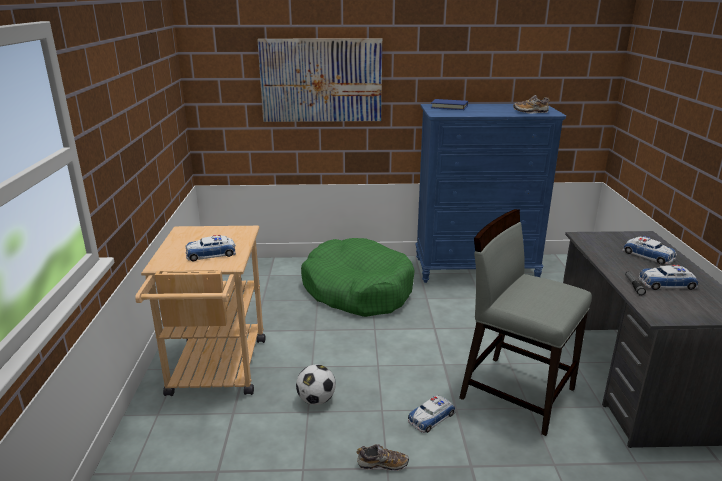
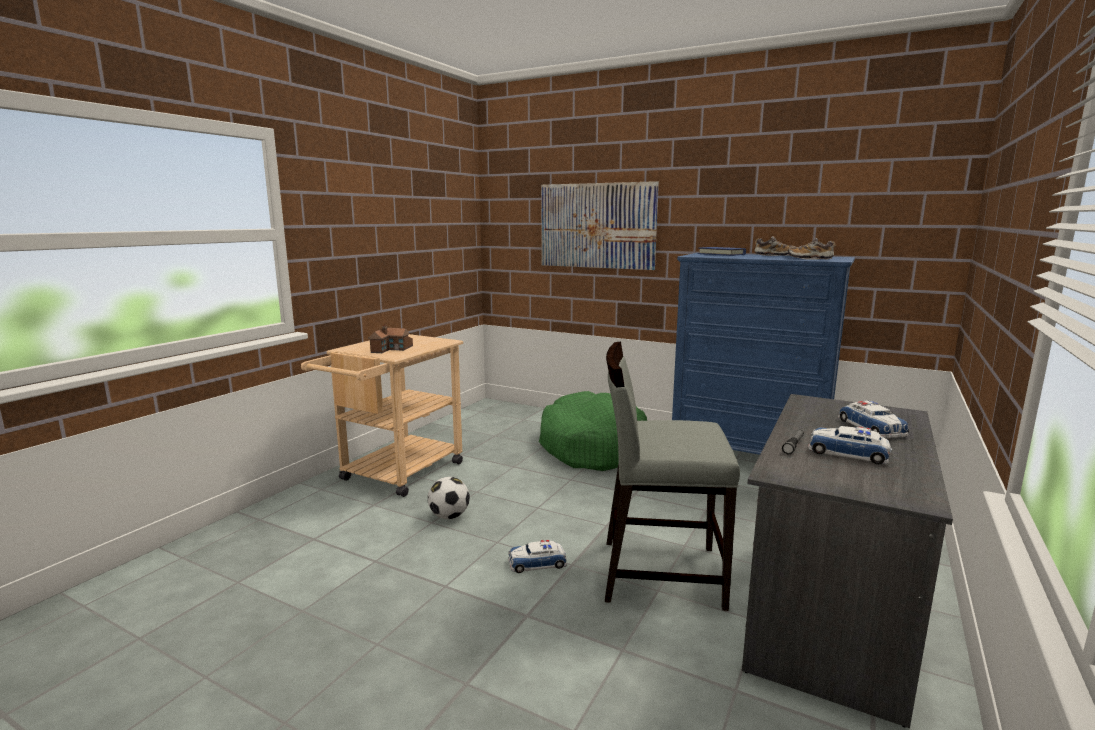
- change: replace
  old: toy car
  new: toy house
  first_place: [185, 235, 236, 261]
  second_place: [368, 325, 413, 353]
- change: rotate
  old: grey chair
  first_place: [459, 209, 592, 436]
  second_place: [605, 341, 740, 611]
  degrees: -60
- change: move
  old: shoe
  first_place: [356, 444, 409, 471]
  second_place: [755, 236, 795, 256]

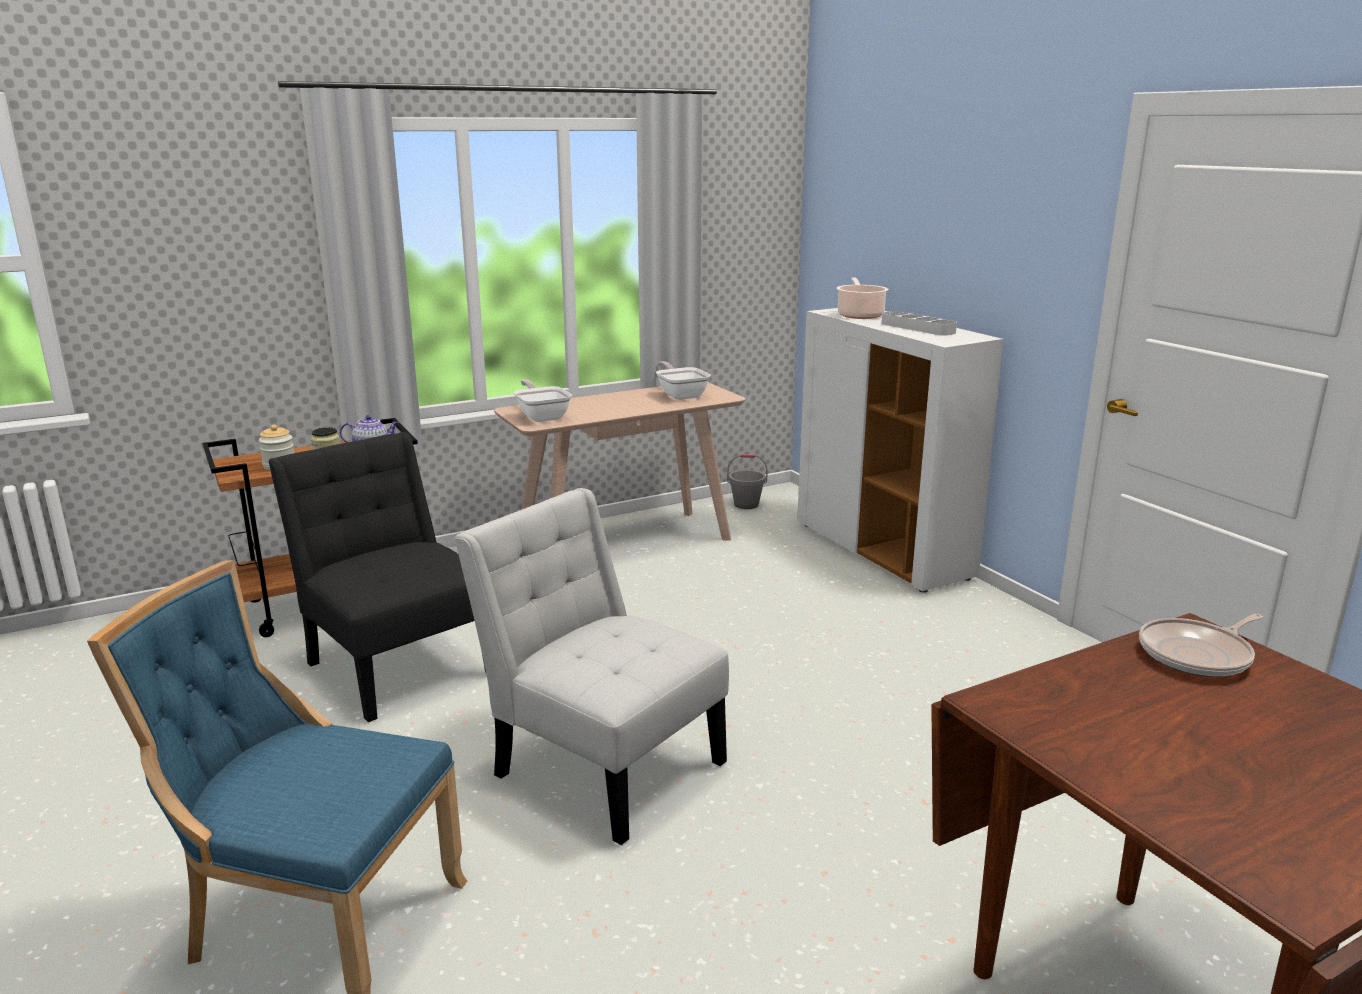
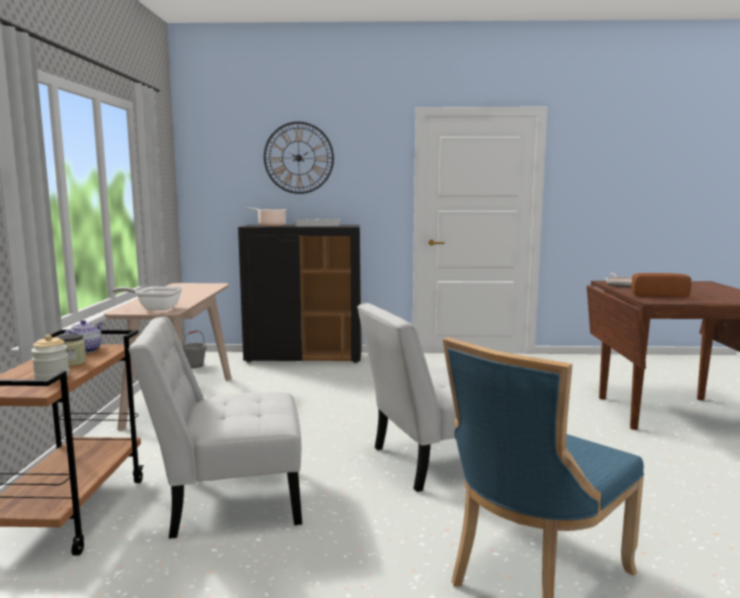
- change: recolor
  old: black chair
  new: white chair
  first_place: [268, 432, 486, 722]
  second_place: [128, 317, 302, 539]
- change: recolor
  old: white cabinet
  new: black cabinet
  first_place: [797, 308, 1003, 593]
  second_place: [238, 225, 362, 363]
- change: insert
  new: wall clock
  second_place: [264, 122, 334, 194]
- change: insert
  new: bread
  second_place: [631, 273, 692, 297]
- change: delete
  old: frying pan
  first_place: [656, 361, 711, 400]

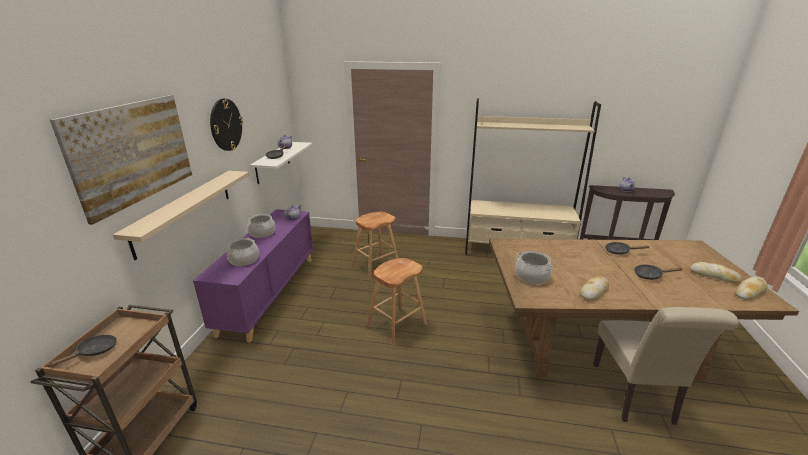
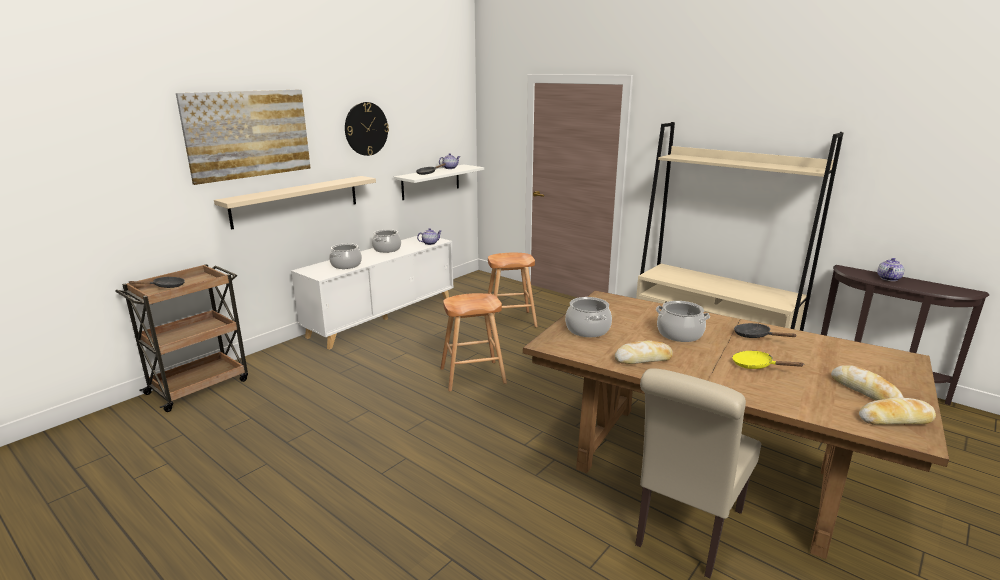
- change: recolor
  old: purple cabinet
  new: white cabinet
  first_place: [193, 209, 313, 343]
  second_place: [291, 235, 454, 350]
- change: insert
  new: cooking pot
  second_place: [656, 301, 710, 342]
- change: recolor
  old: black frying pan
  new: yellow frying pan
  first_place: [634, 265, 682, 280]
  second_place: [732, 351, 805, 369]

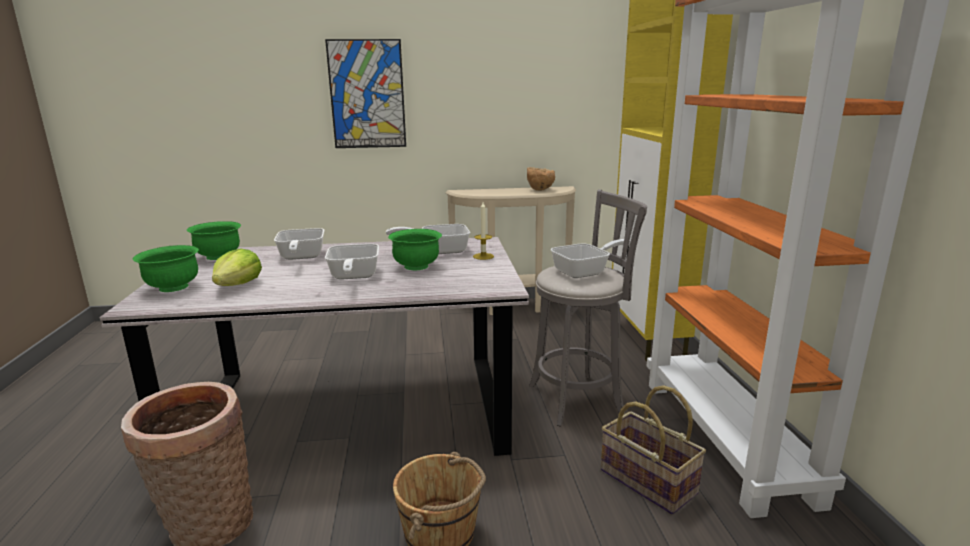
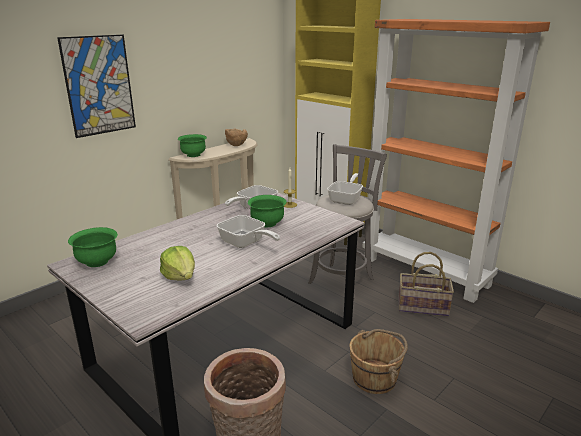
- change: move
  old: green bowl
  first_place: [133, 245, 199, 292]
  second_place: [178, 134, 207, 157]
- change: delete
  old: frying pan
  first_place: [274, 228, 325, 260]

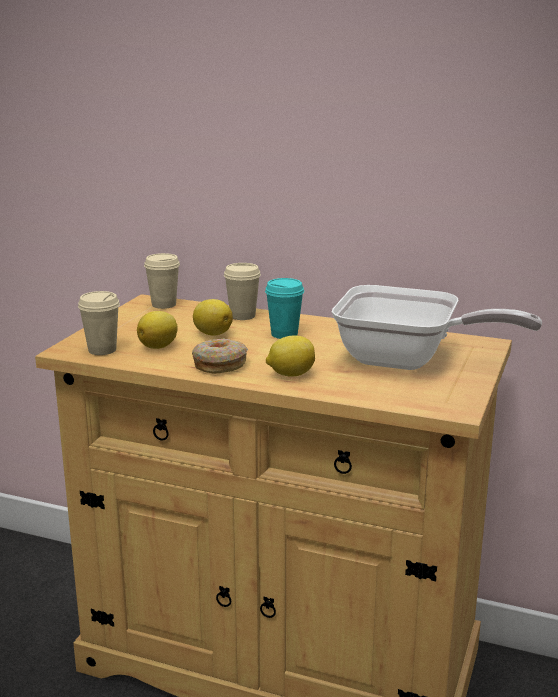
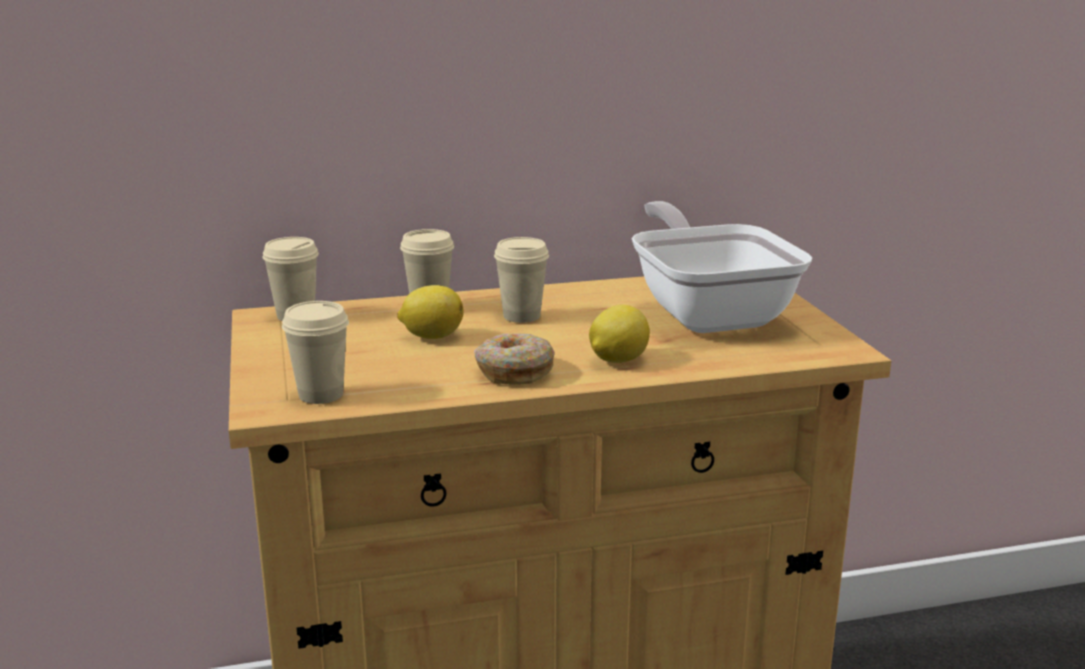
- change: recolor
  old: turquoise cup
  new: beige cup
  first_place: [265, 278, 304, 339]
  second_place: [494, 237, 549, 323]
- change: rotate
  old: frying pan
  first_place: [332, 285, 542, 370]
  second_place: [631, 201, 812, 333]
  degrees: -90
- change: delete
  old: lemon
  first_place: [137, 311, 178, 349]

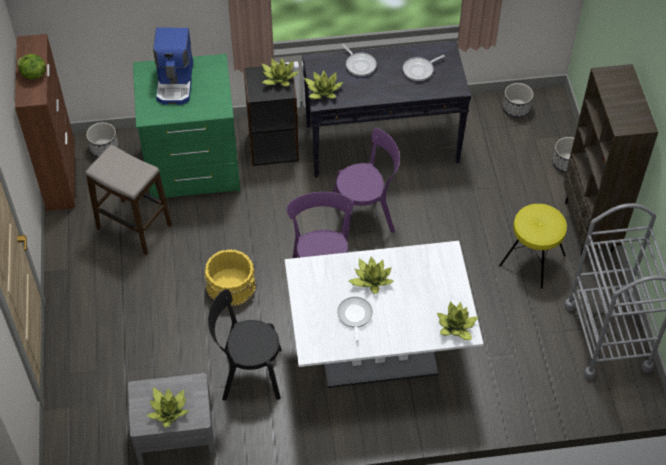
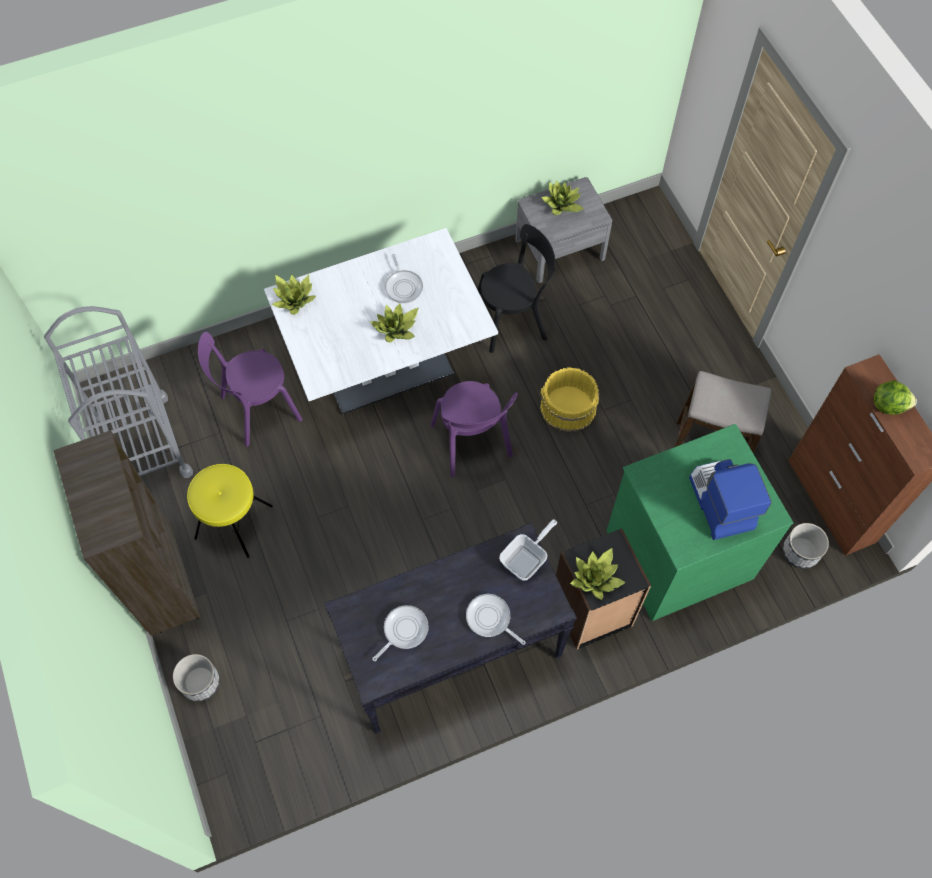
- change: move
  old: purple chair
  first_place: [333, 128, 400, 241]
  second_place: [198, 332, 302, 447]
- change: replace
  old: potted plant
  new: frying pan
  first_place: [304, 70, 343, 99]
  second_place: [499, 519, 557, 581]
- change: delete
  old: planter
  first_place: [502, 83, 534, 118]

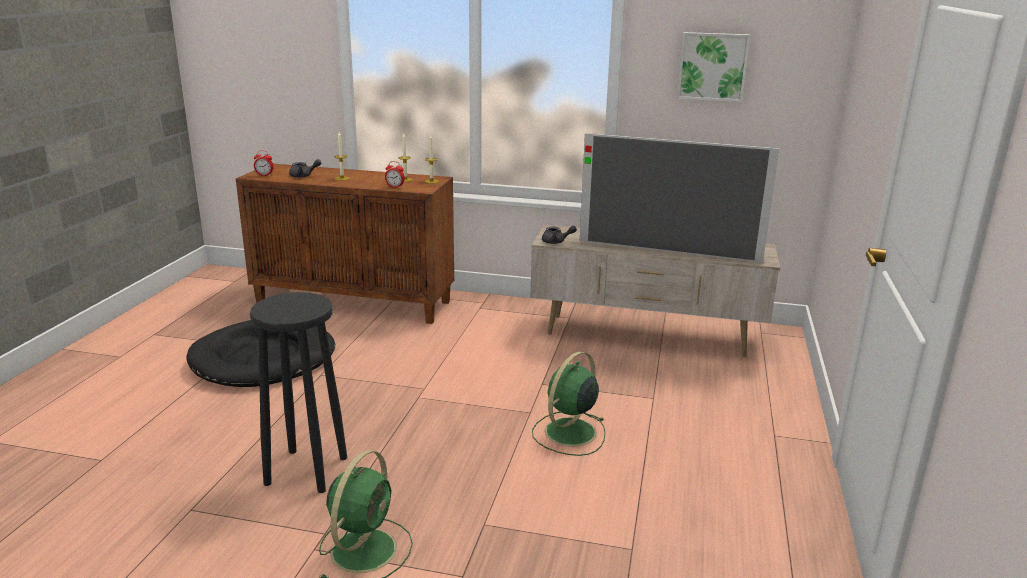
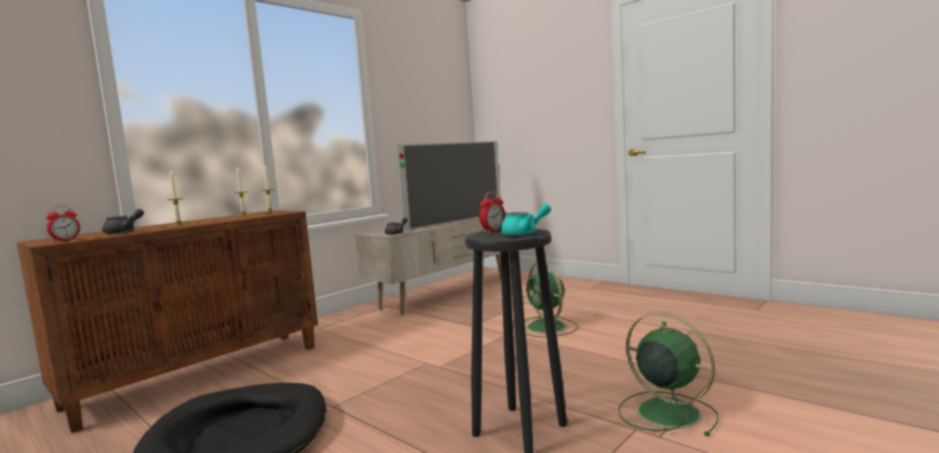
- change: move
  old: alarm clock
  first_place: [385, 161, 405, 188]
  second_place: [480, 192, 505, 233]
- change: insert
  new: turquoise teapot
  second_place: [500, 204, 551, 236]
- change: delete
  old: picture
  first_place: [677, 32, 750, 102]

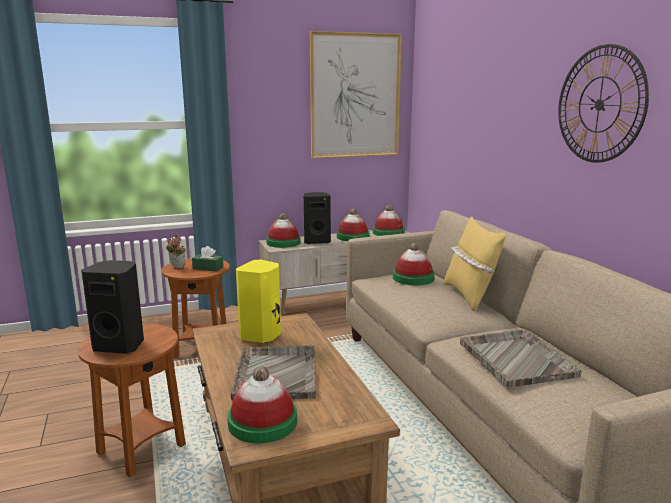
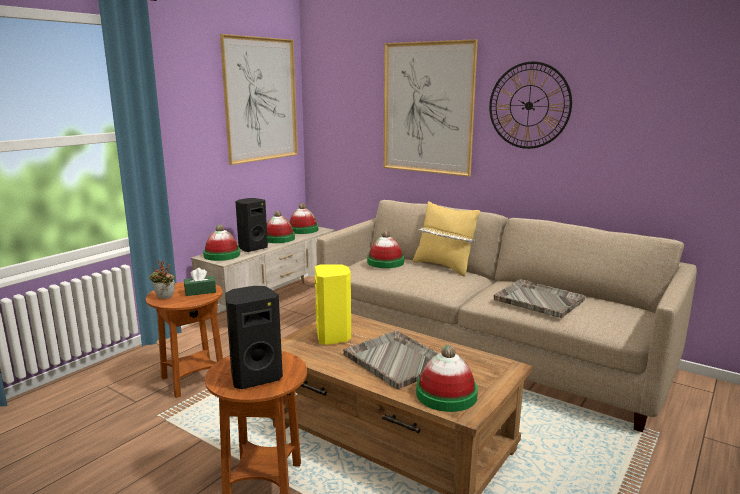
- change: insert
  new: picture
  second_place: [384, 39, 478, 177]

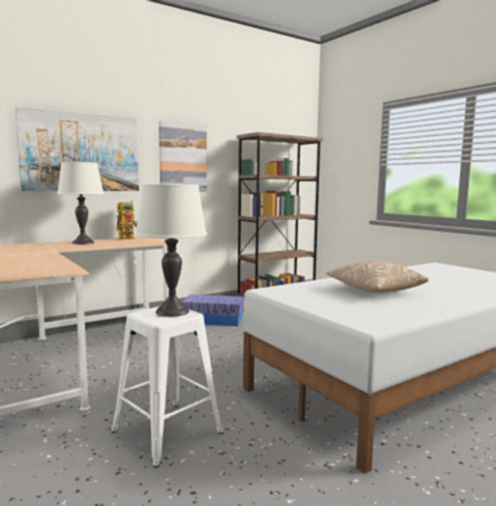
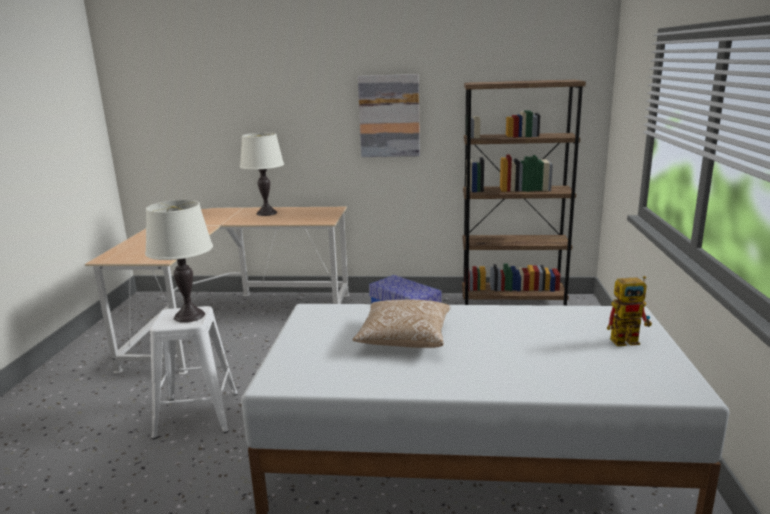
- change: move
  old: toy robot
  first_place: [116, 200, 137, 239]
  second_place: [607, 276, 652, 346]
- change: delete
  old: picture
  first_place: [15, 106, 139, 191]

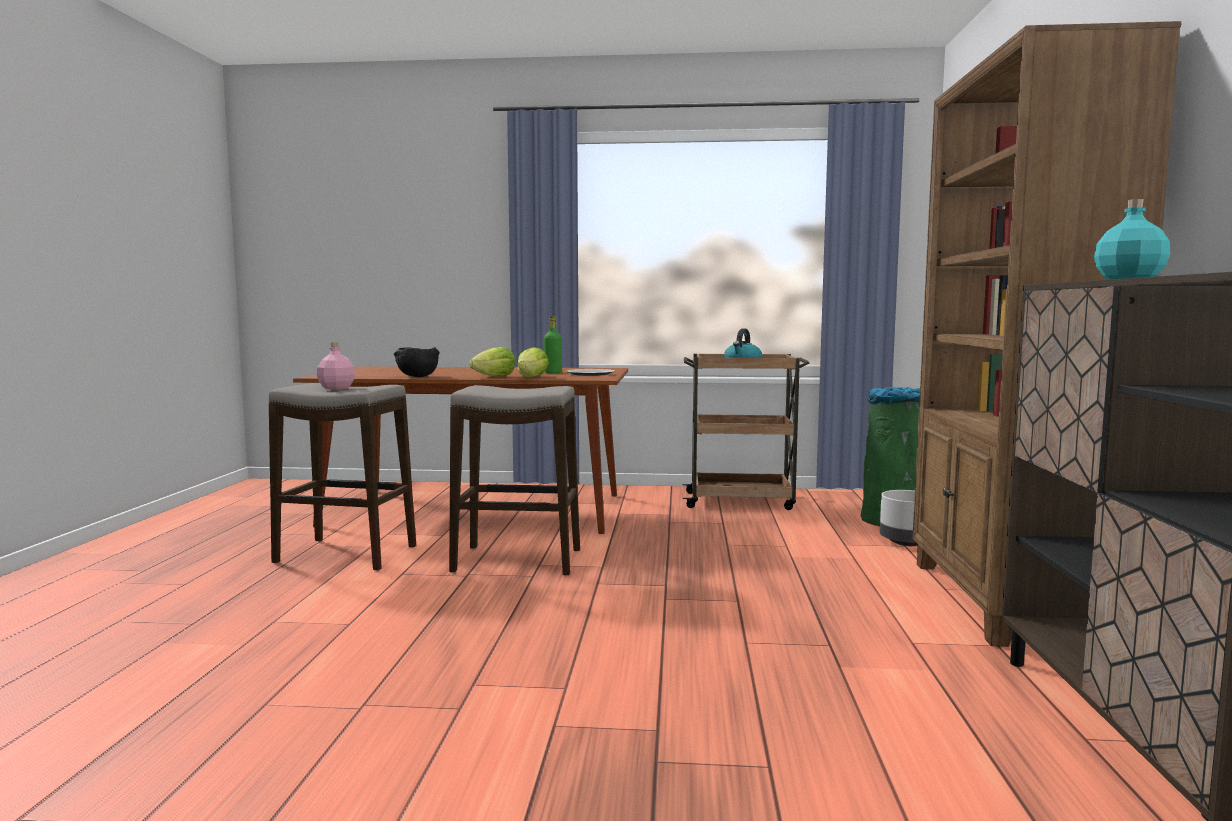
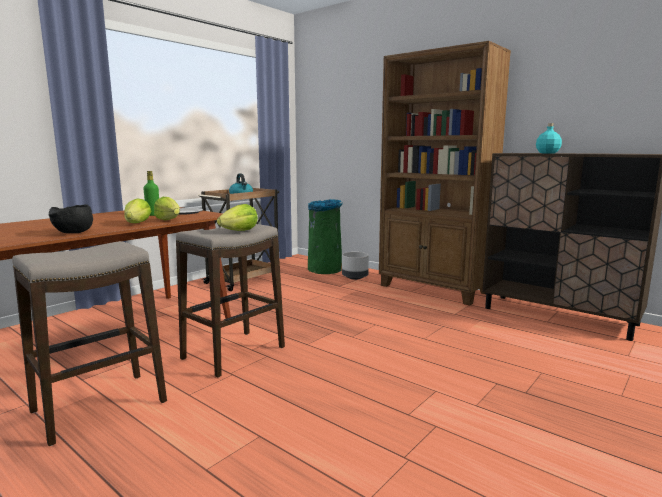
- change: insert
  new: lettuce
  second_place: [217, 204, 258, 231]
- change: delete
  old: pink bottle
  first_place: [317, 342, 355, 390]

